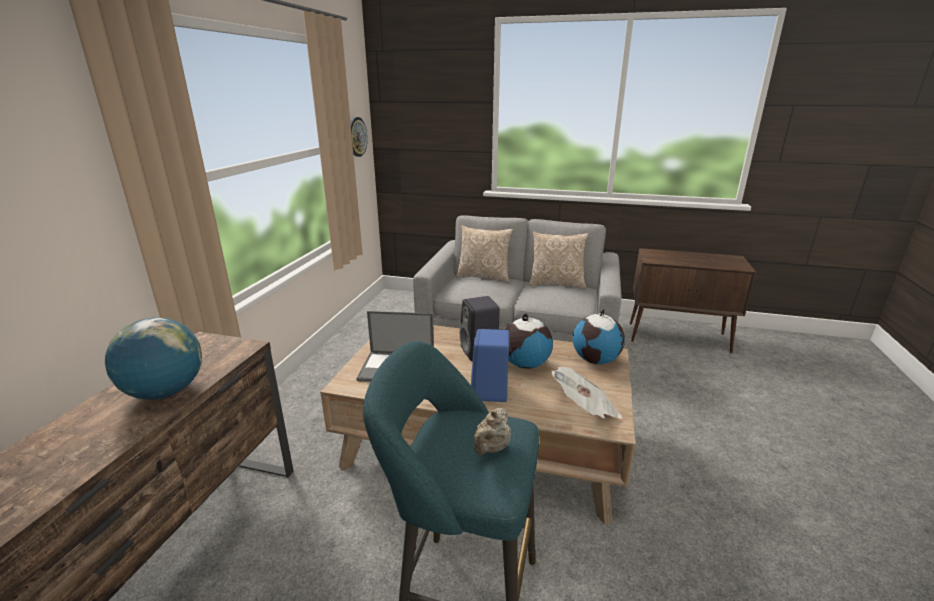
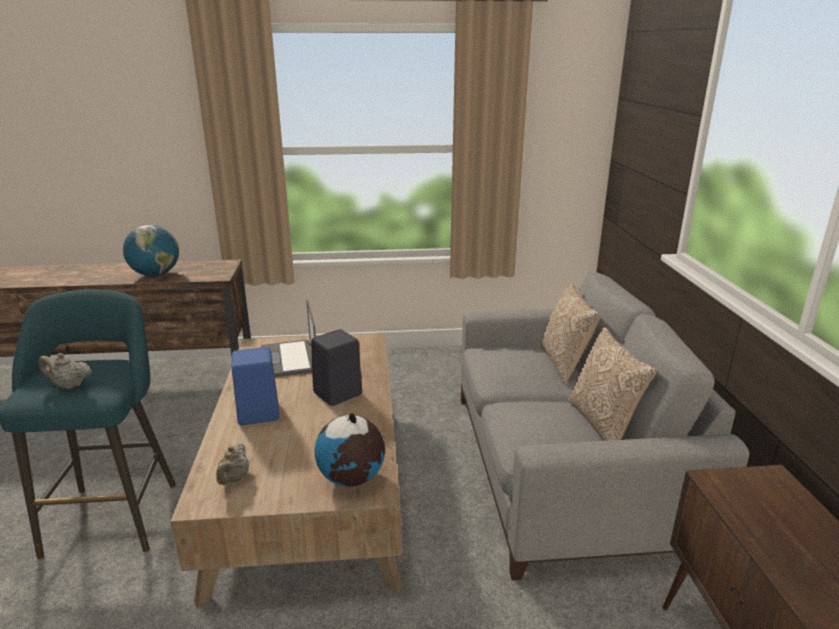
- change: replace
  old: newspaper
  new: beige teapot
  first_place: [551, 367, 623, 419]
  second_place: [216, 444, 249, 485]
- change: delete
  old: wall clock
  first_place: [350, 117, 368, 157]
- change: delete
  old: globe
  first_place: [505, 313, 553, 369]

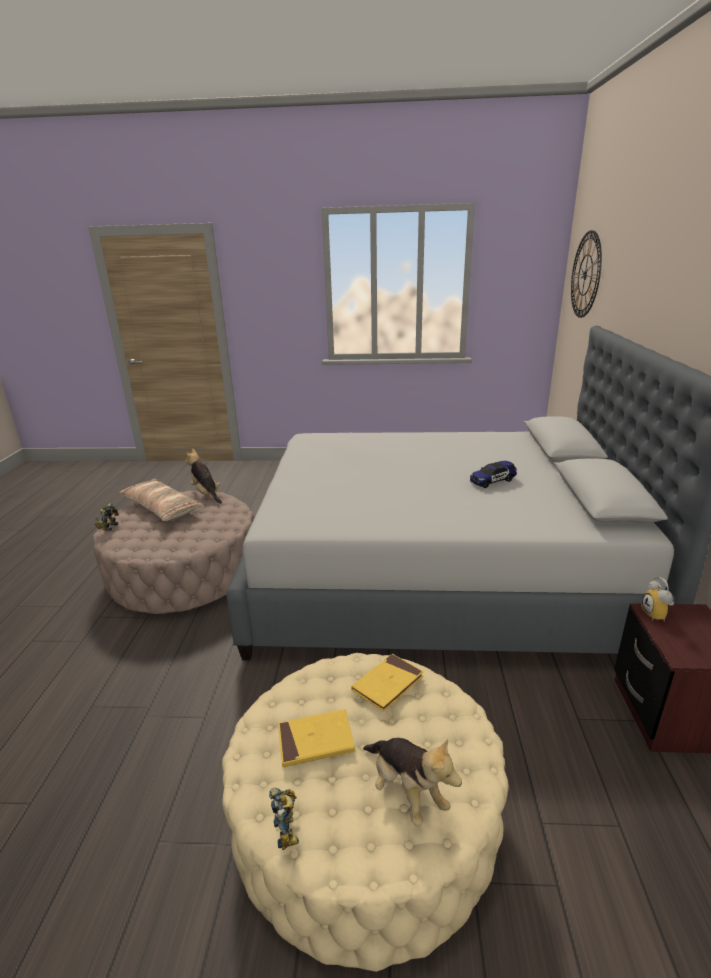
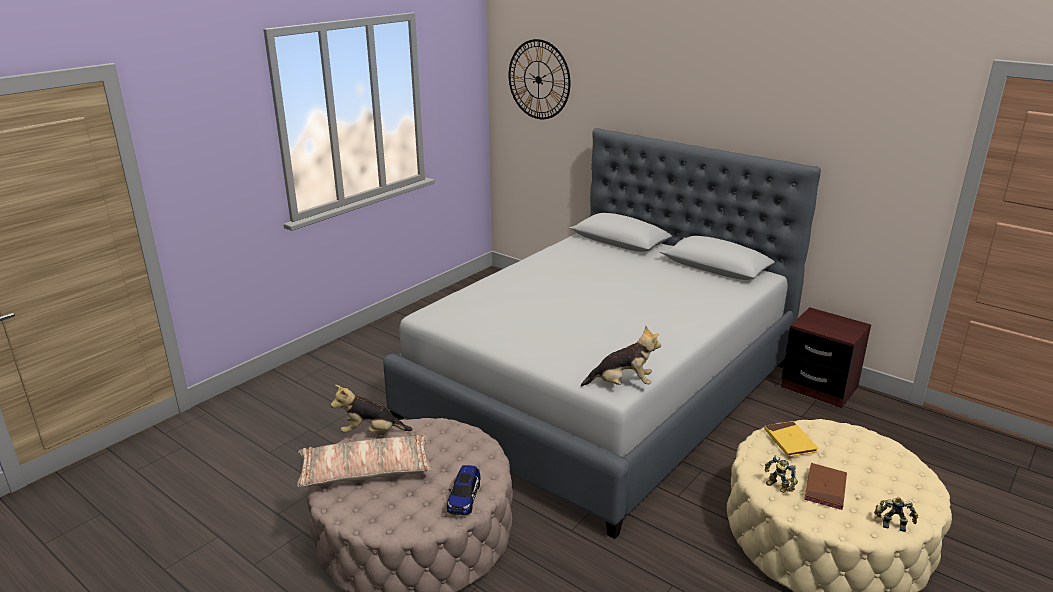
- change: move
  old: toy car
  first_place: [470, 461, 517, 488]
  second_place: [447, 465, 481, 516]
- change: move
  old: plush toy
  first_place: [363, 738, 462, 826]
  second_place: [581, 326, 661, 386]
- change: move
  old: toy robot
  first_place: [95, 503, 119, 531]
  second_place: [765, 455, 798, 493]
- change: recolor
  old: yellow book
  new: brown book
  first_place: [278, 709, 355, 767]
  second_place: [804, 463, 847, 510]
- change: delete
  old: alarm clock
  first_place: [641, 577, 674, 622]

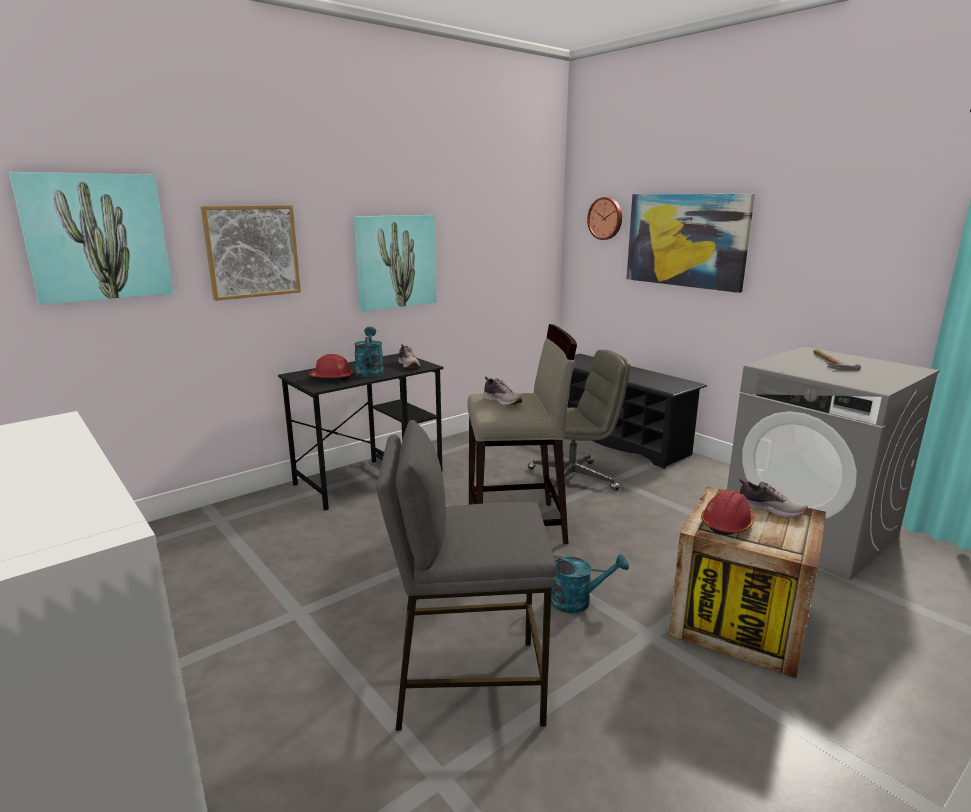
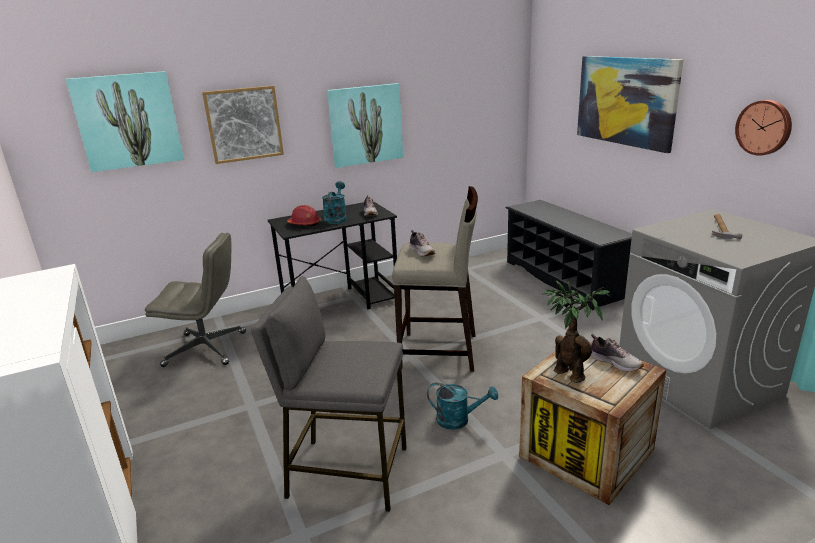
- change: move
  old: grey office chair
  first_place: [528, 350, 631, 498]
  second_place: [145, 233, 246, 367]
- change: replace
  old: red hard hat
  new: potted plant
  first_place: [701, 490, 755, 536]
  second_place: [542, 280, 610, 383]
- change: move
  old: wall clock
  first_place: [587, 197, 622, 240]
  second_place: [735, 100, 792, 156]

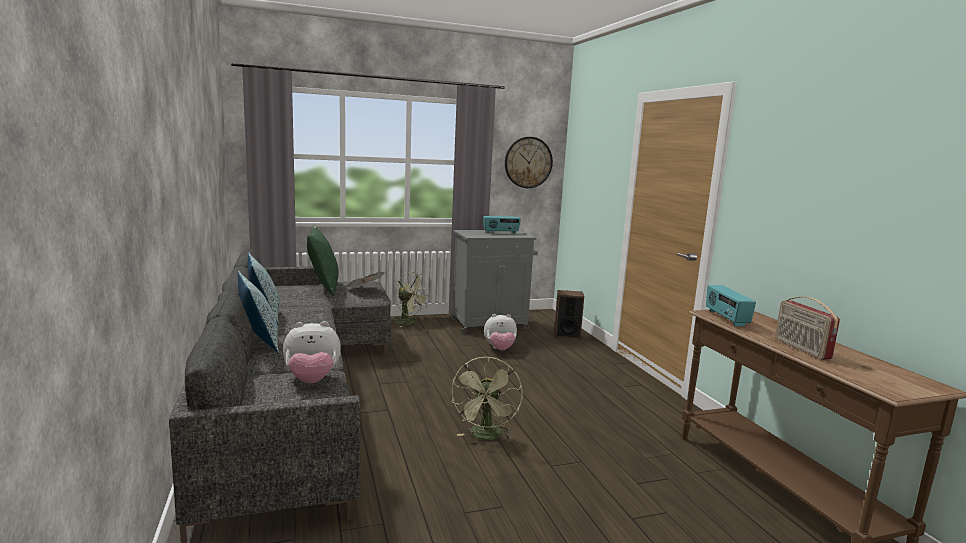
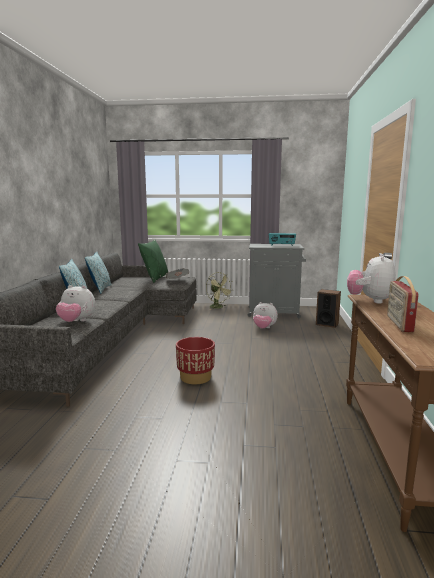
- change: replace
  old: green fan
  new: red planter
  first_place: [451, 356, 523, 440]
  second_place: [176, 337, 215, 384]
- change: replace
  old: radio
  new: plush toy
  first_place: [706, 285, 756, 327]
  second_place: [347, 253, 396, 303]
- change: delete
  old: wall clock
  first_place: [505, 137, 553, 188]

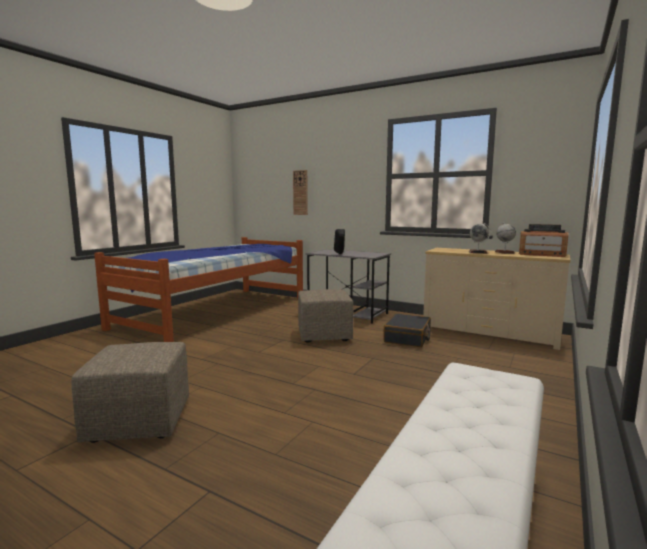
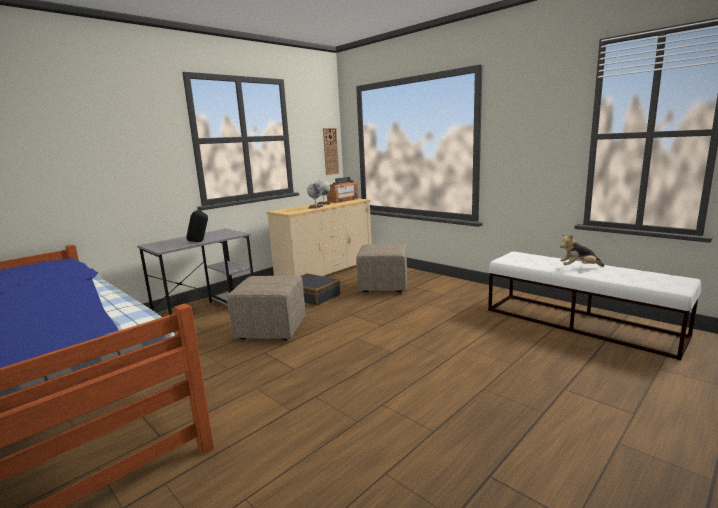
- change: move
  old: wall clock
  first_place: [293, 170, 308, 215]
  second_place: [323, 128, 339, 175]
- change: move
  old: beige ottoman
  first_place: [71, 342, 189, 443]
  second_place: [356, 244, 407, 292]
- change: insert
  new: plush toy
  second_place: [560, 234, 604, 267]

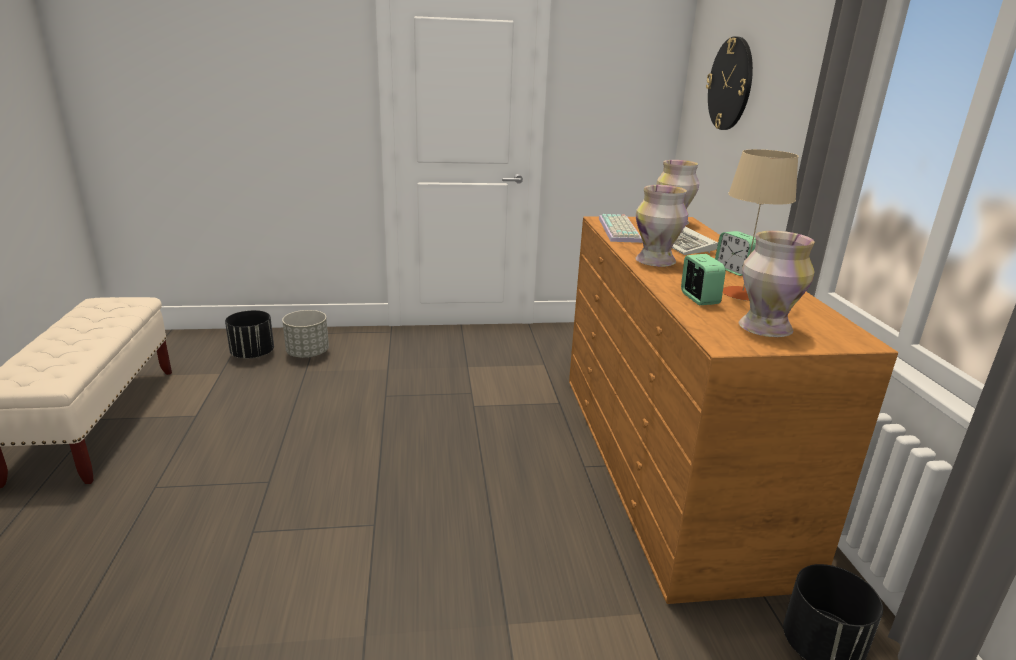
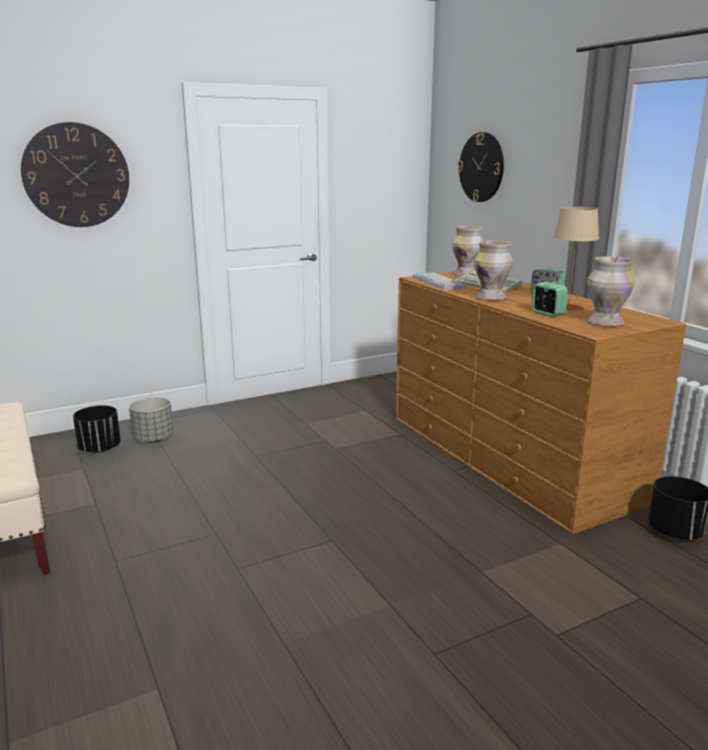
- change: insert
  new: wall clock
  second_place: [21, 122, 129, 227]

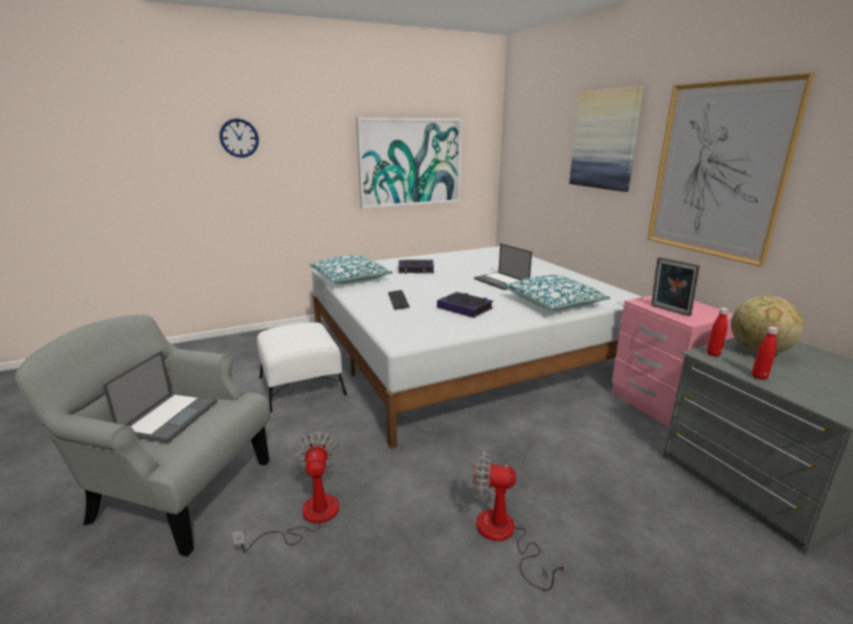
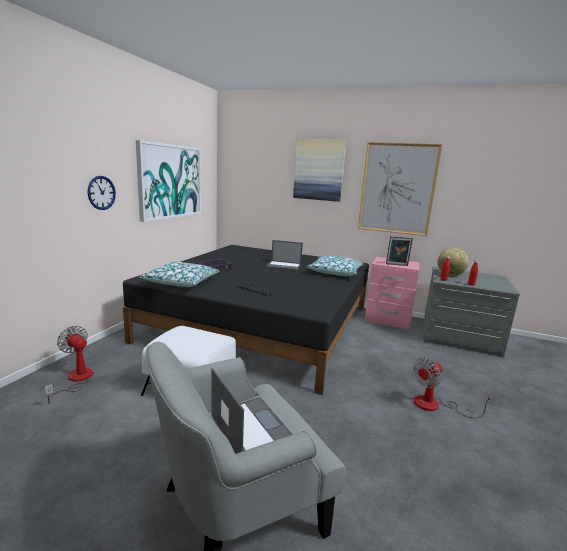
- change: move
  old: fan
  first_place: [231, 432, 340, 552]
  second_place: [45, 326, 93, 404]
- change: move
  old: wall clock
  first_place: [220, 118, 259, 158]
  second_place: [88, 176, 116, 210]
- change: recolor
  old: white bed
  new: black bed
  first_place: [312, 246, 642, 449]
  second_place: [123, 245, 369, 395]
- change: delete
  old: book
  first_place: [437, 292, 493, 318]

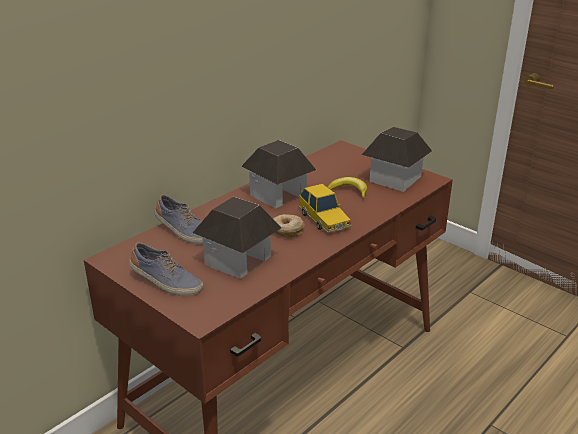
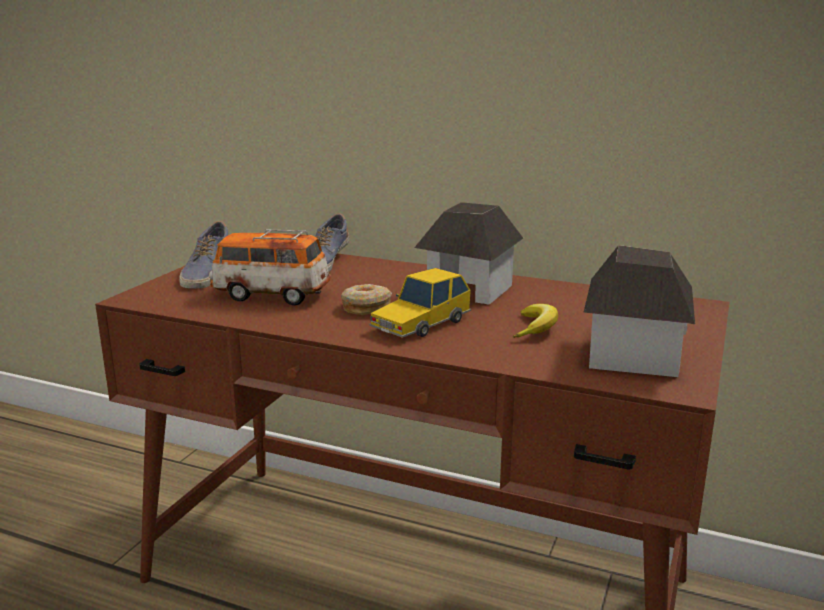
- change: replace
  old: toy house
  new: toy car
  first_place: [193, 197, 282, 279]
  second_place: [209, 229, 331, 306]

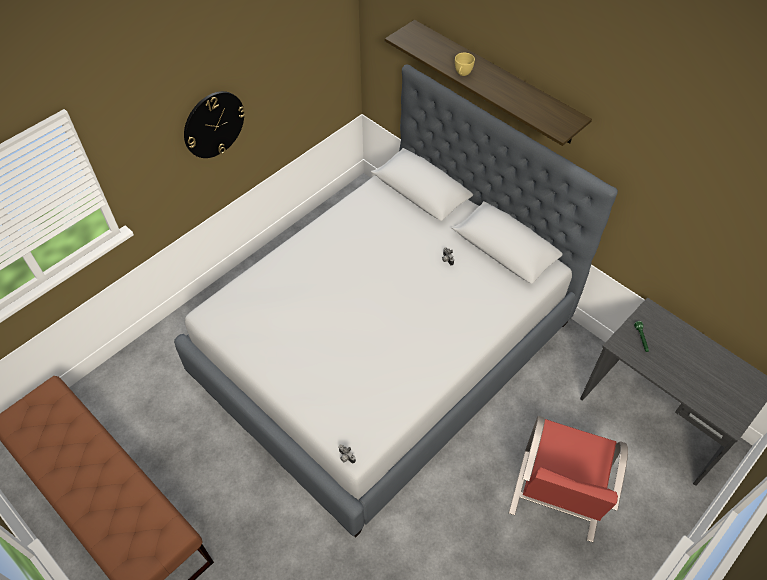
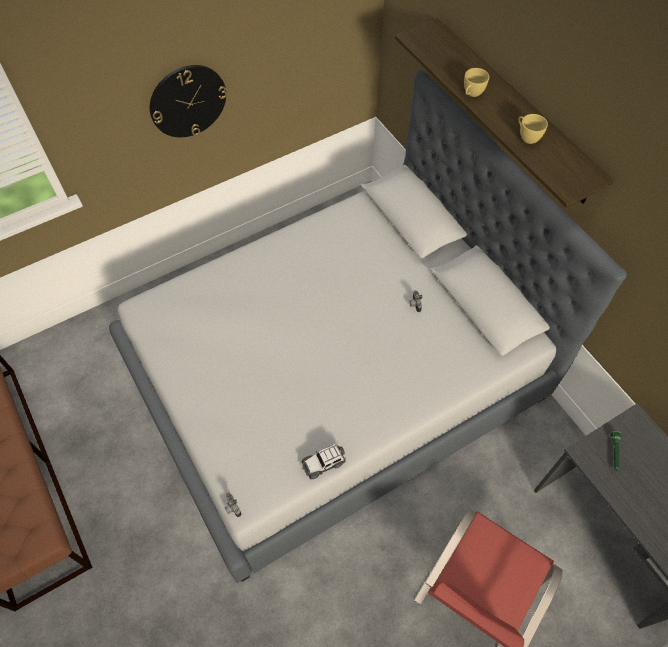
- change: insert
  new: toy car
  second_place: [301, 444, 346, 480]
- change: insert
  new: yellow cup
  second_place: [518, 114, 548, 144]

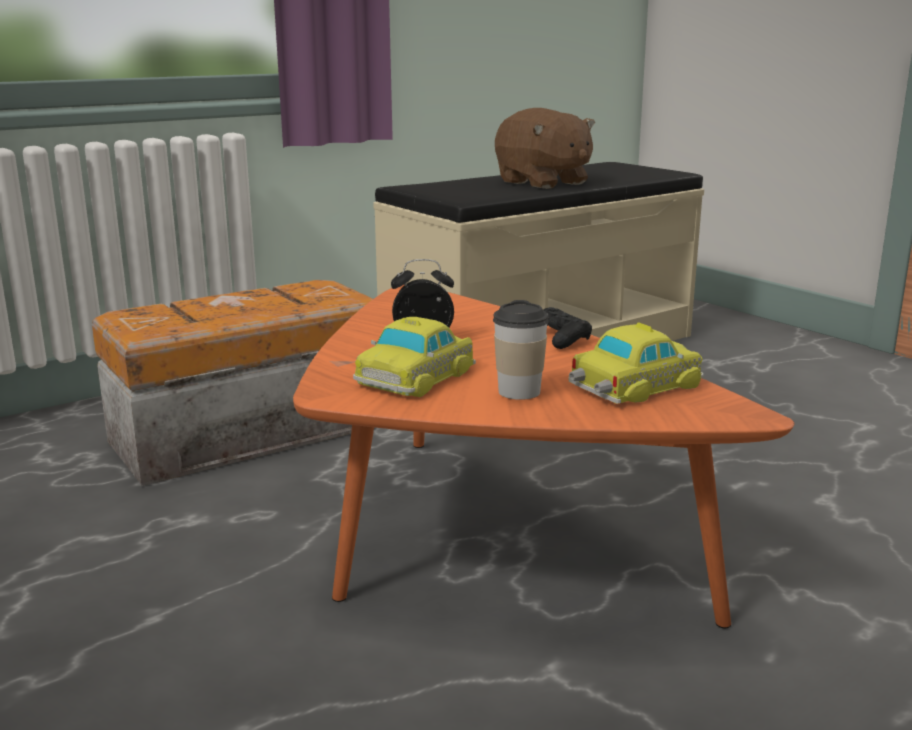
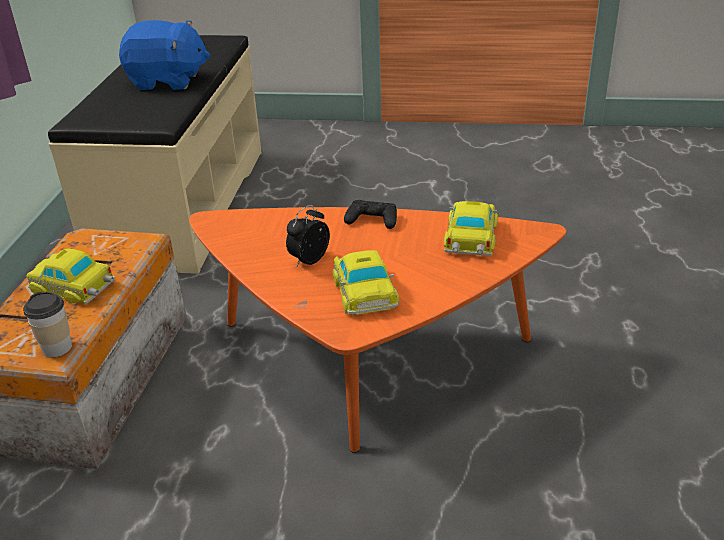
- change: move
  old: cup
  first_place: [493, 300, 549, 400]
  second_place: [23, 292, 72, 358]
- change: insert
  new: toy car
  second_place: [26, 248, 115, 304]
- change: recolor
  old: brown plush toy
  new: blue plush toy
  first_place: [495, 108, 595, 189]
  second_place: [119, 20, 210, 90]

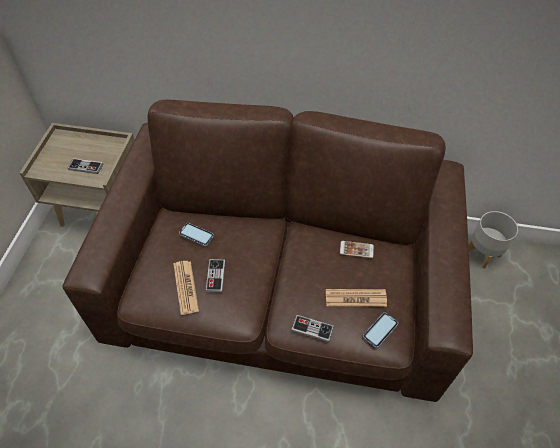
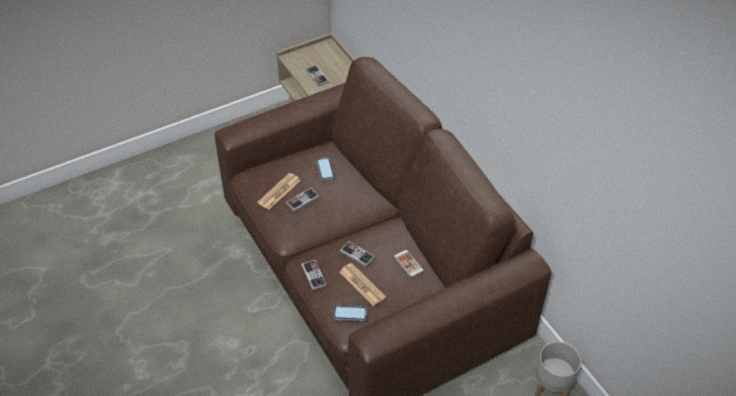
- change: insert
  new: game controller
  second_place: [340, 241, 375, 267]

